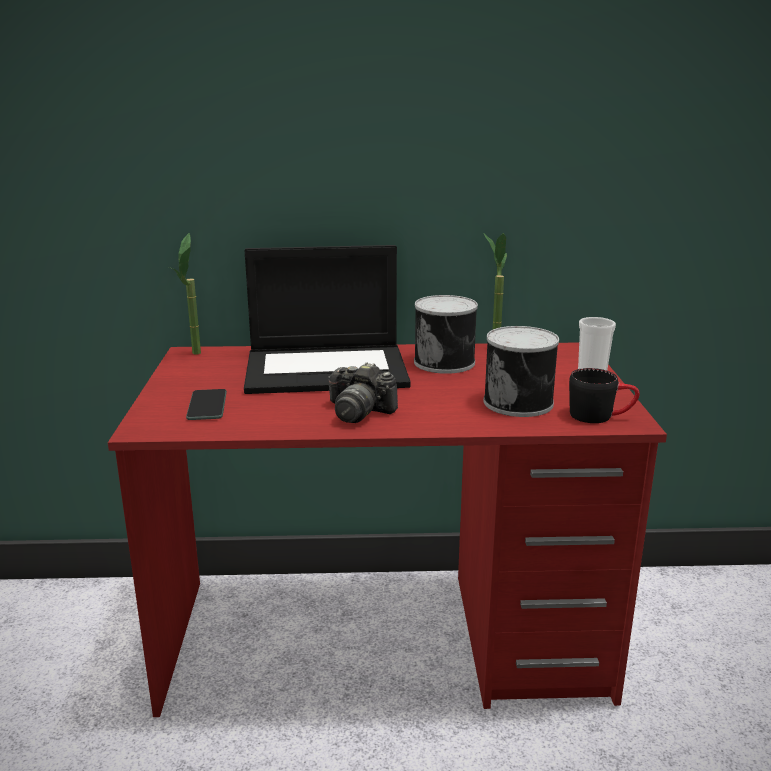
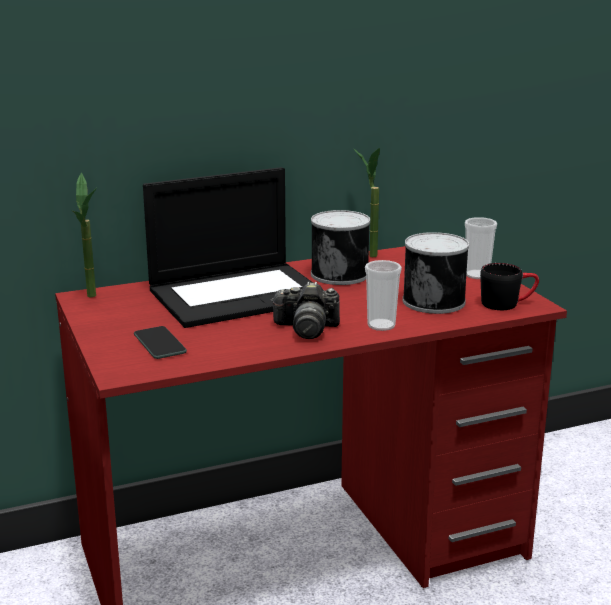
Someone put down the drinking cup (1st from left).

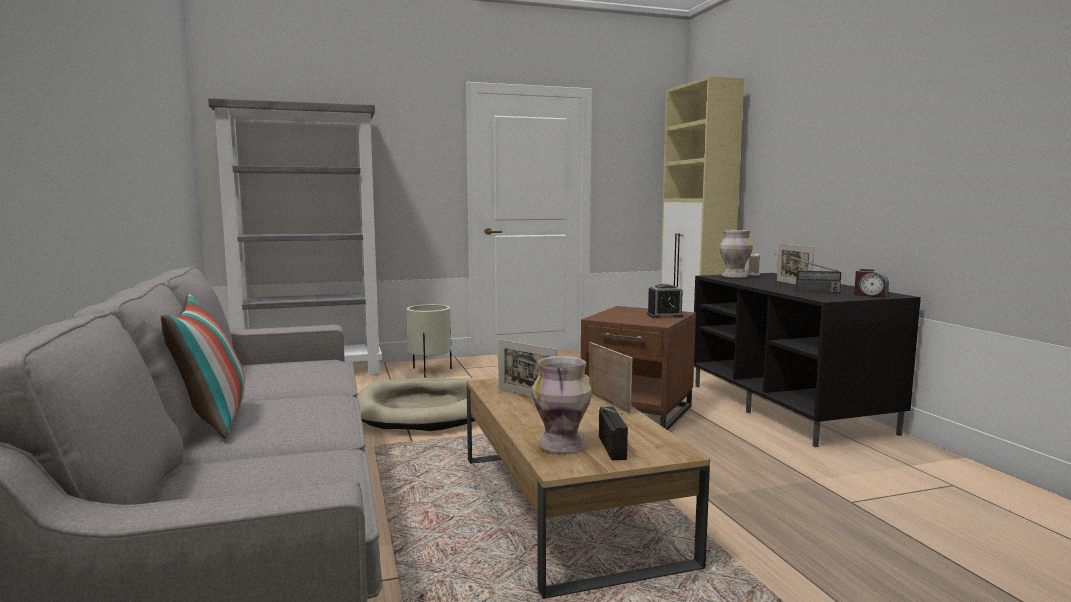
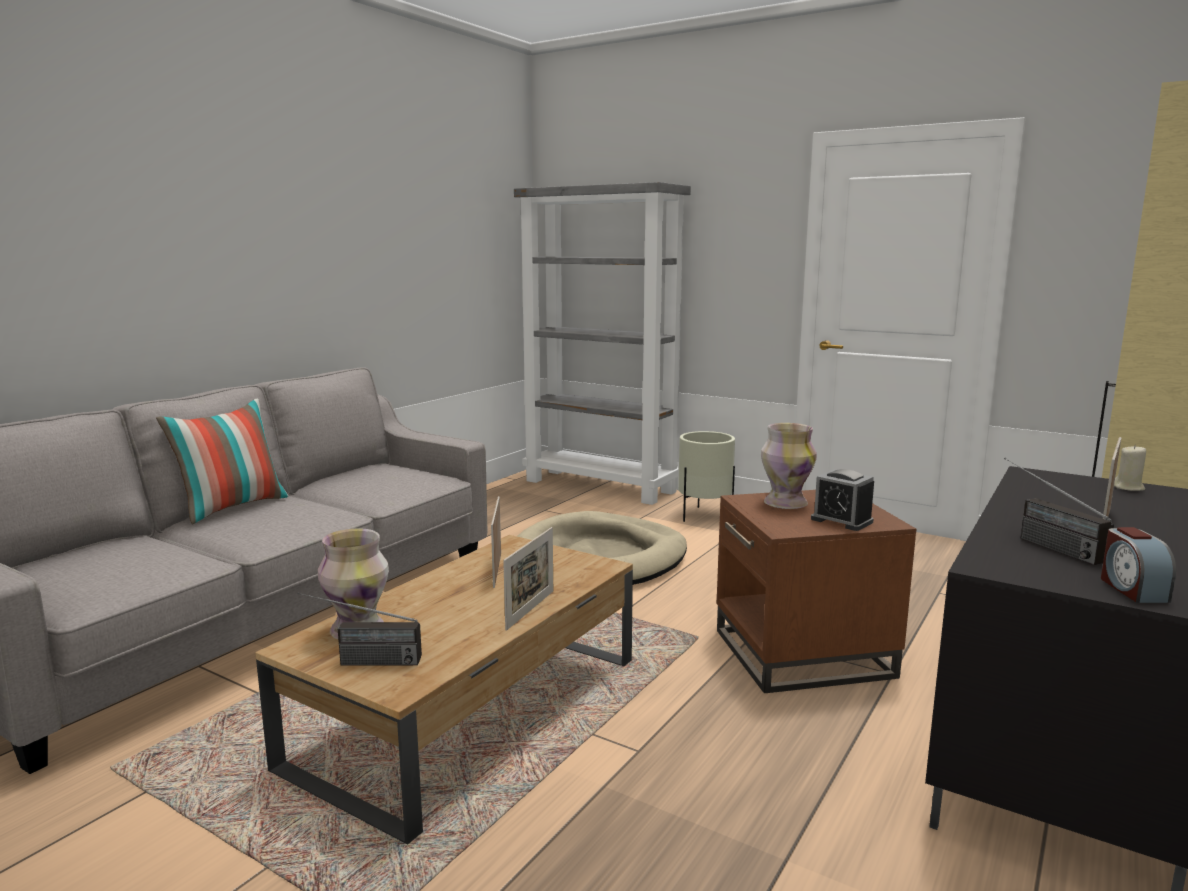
Someone rotated the radio (1st from left) by 45 degrees clockwise.
Someone carried the flower vase (2nd from left).

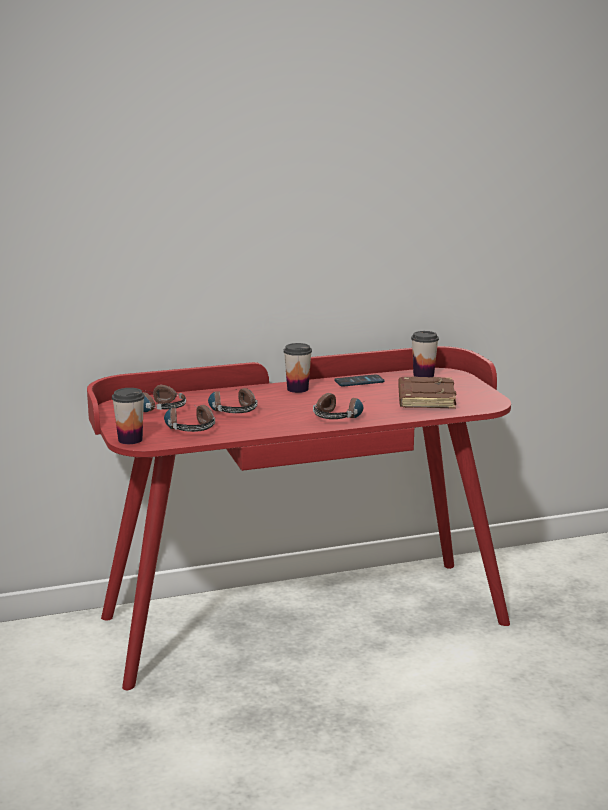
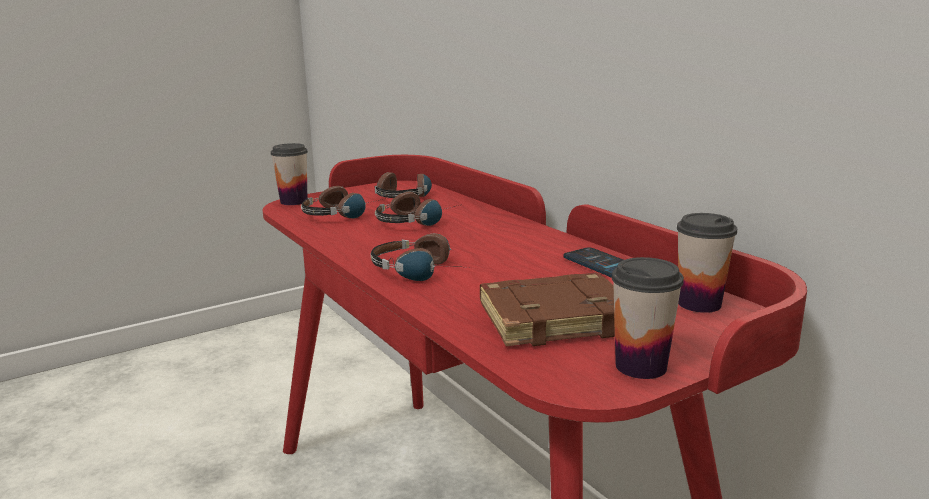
Someone carried the drinking cup (2nd from left).

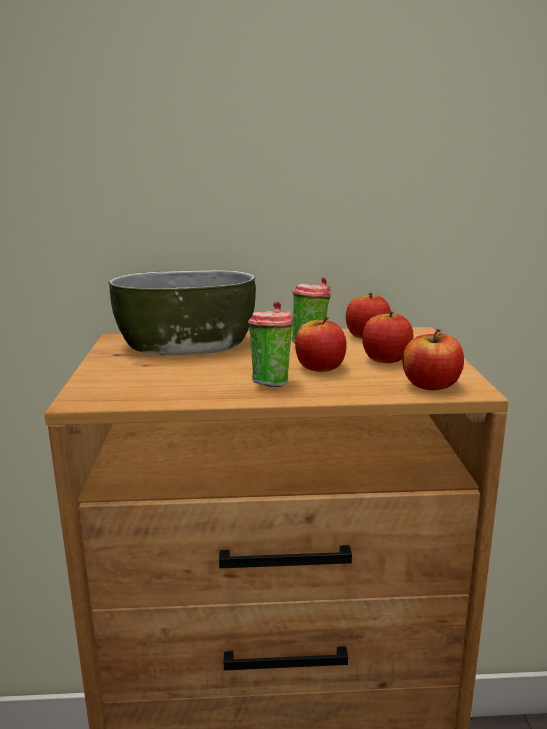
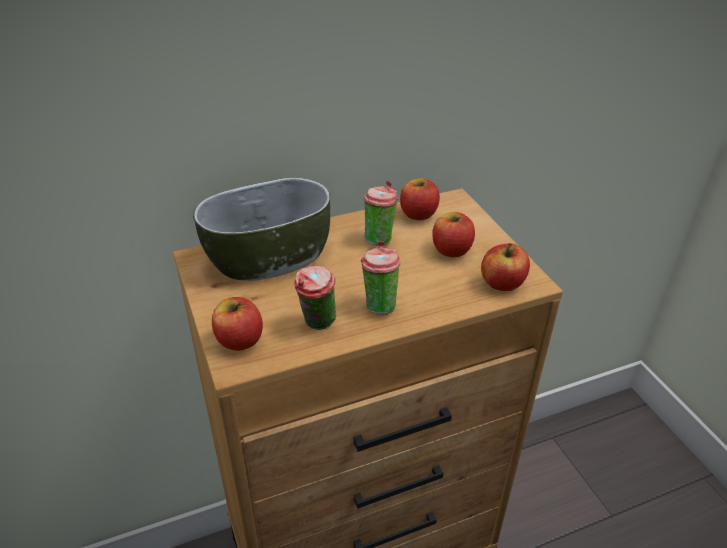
Someone carried the apple (1st from left).
Someone put down the drinking cup (1st from left).

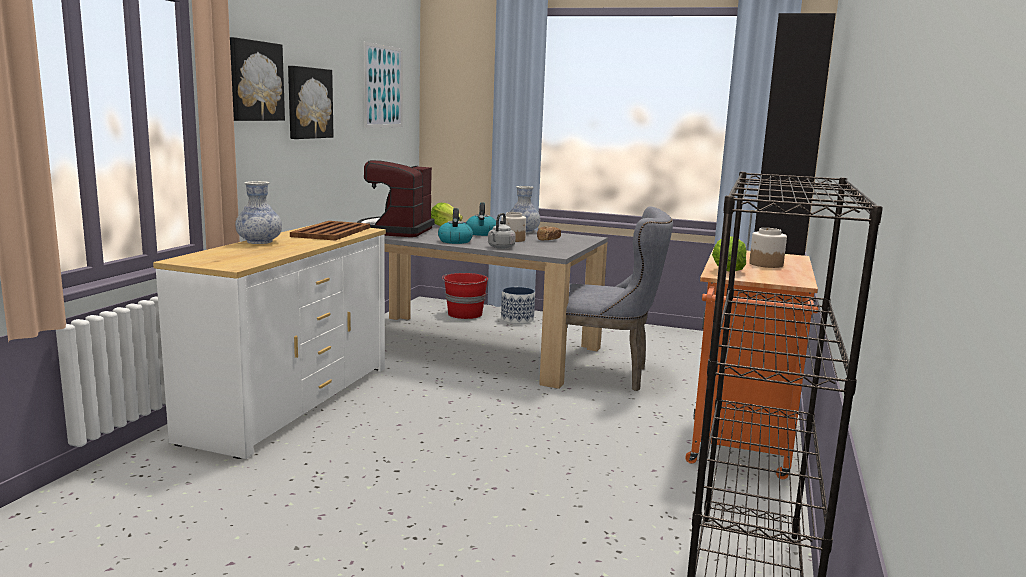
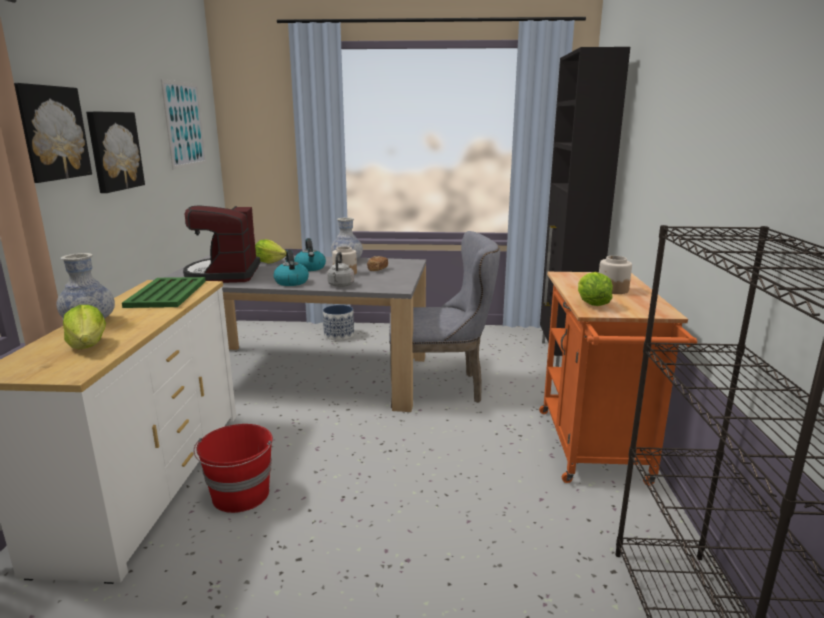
Someone put down the head of lettuce (1st from left).
Someone repainted the serving tray/brown-coloured, which became the serving tray/green-coloured.
Someone carried the water bucket/red-coloured.

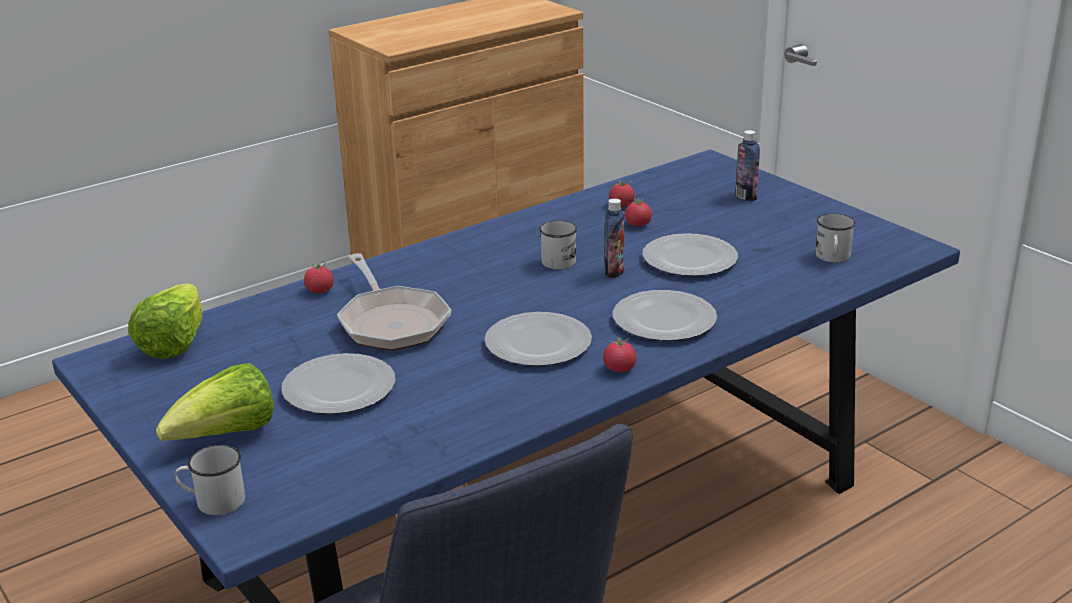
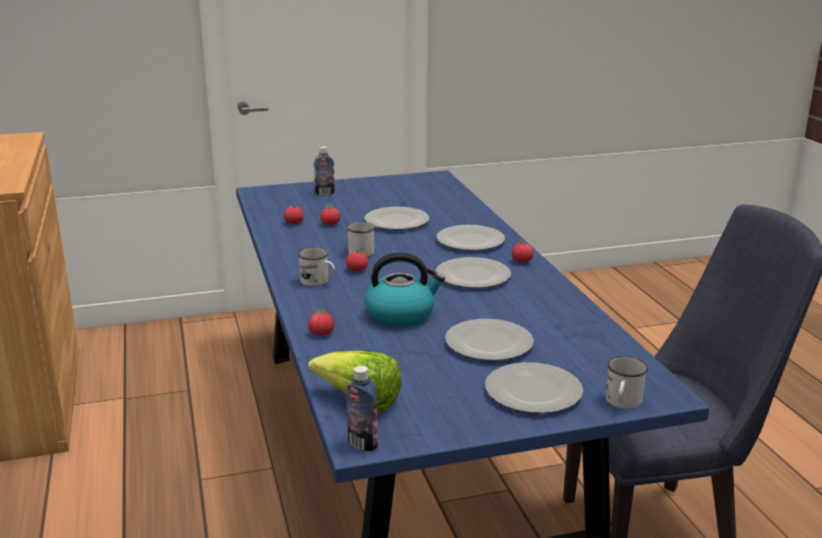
Someone carried the mug/white (3rd from left in the first image).
Someone put down the whole tomato (4th from left).
Someone carried the beverage bottle (1st from left in the first image).
Someone swapped the skillet for the water kettle.
Someone swapped the head of lettuce (2nd from left) for the flat dish (5th from left).

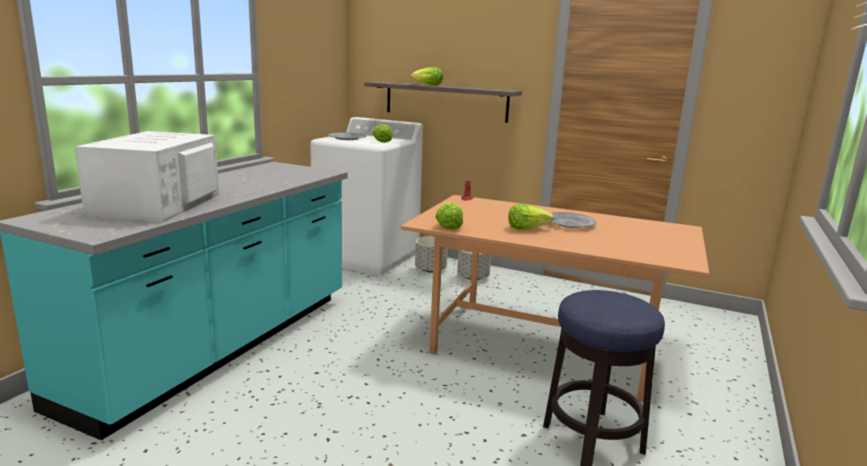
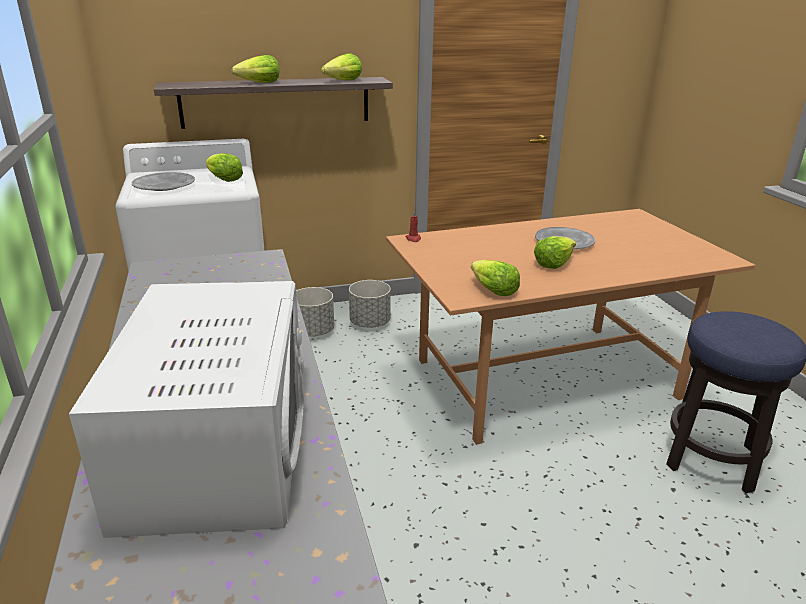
Someone rotated the microwave oven/white by 150 degrees counterclockwise.
Someone put down the head of lettuce (3rd from left).

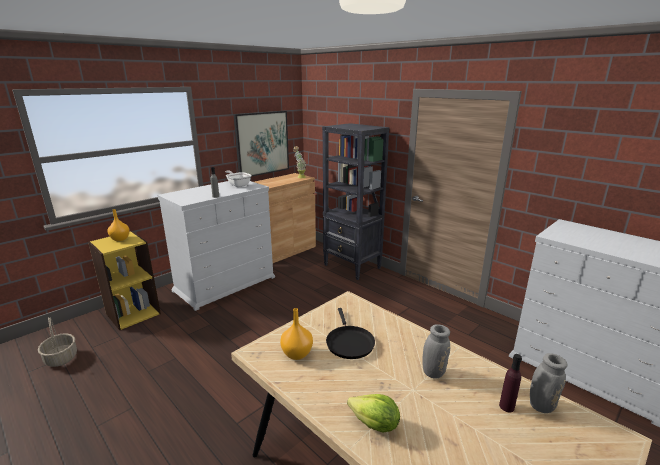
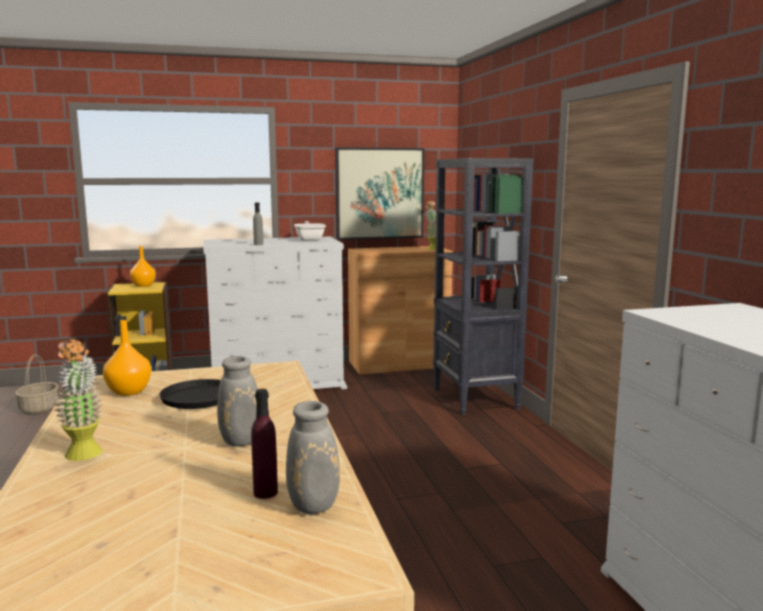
Someone swapped the head of lettuce for the plant in a pot (1st from left).

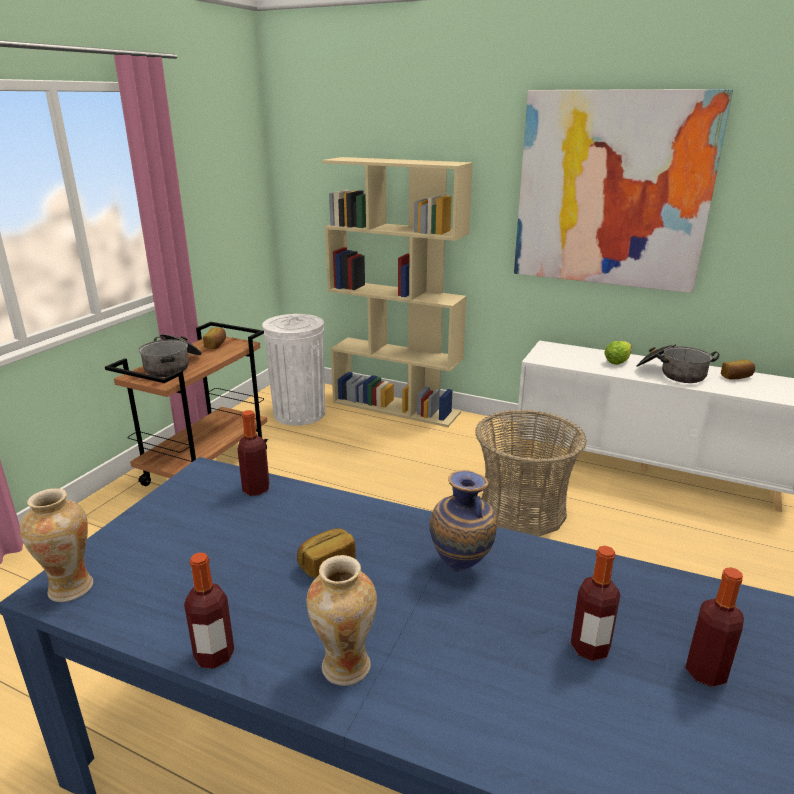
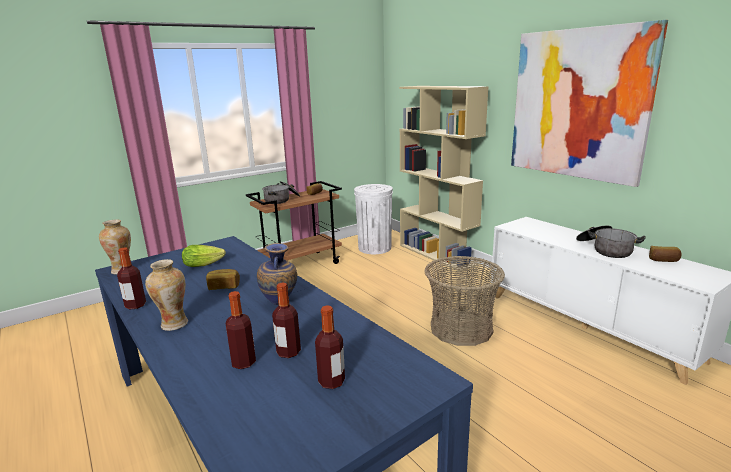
Someone carried the head of lettuce.
Someone carried the beverage bottle (2nd from left).

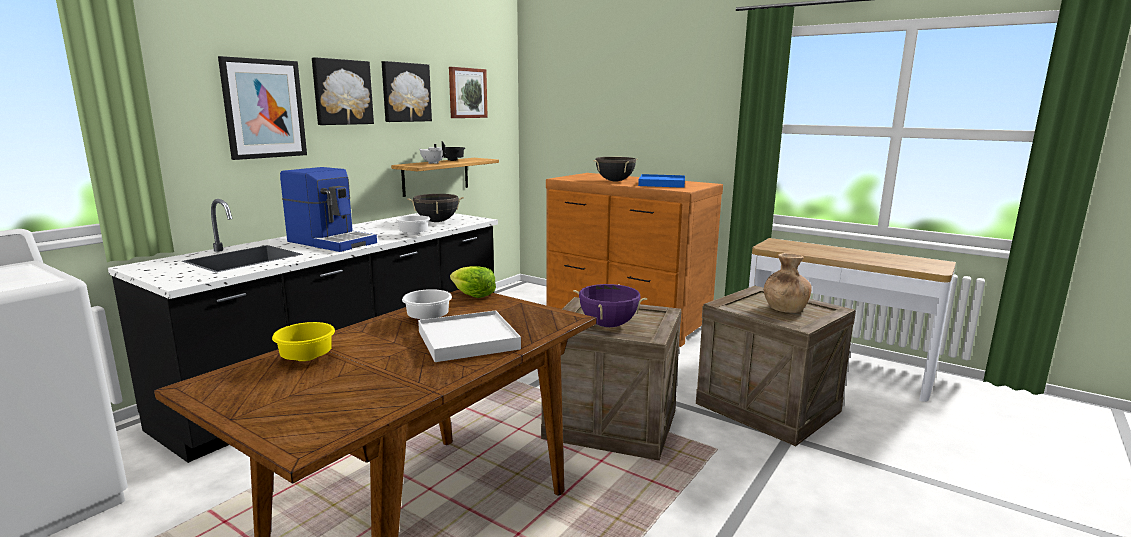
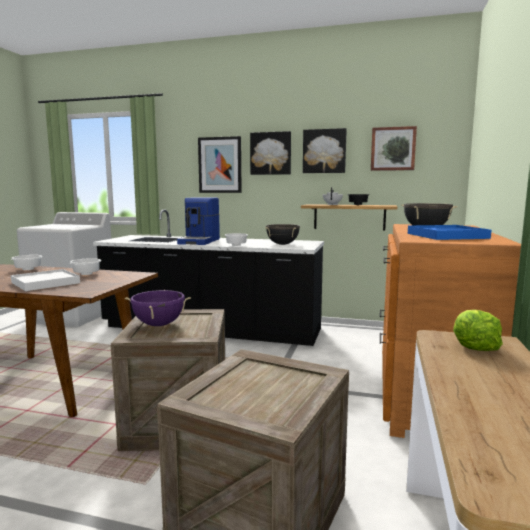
Someone repainted the bowl/yellow, which became the bowl/white (1st from left).
Someone carried the head of lettuce.
Someone took away the flower vase/brown-coloured.

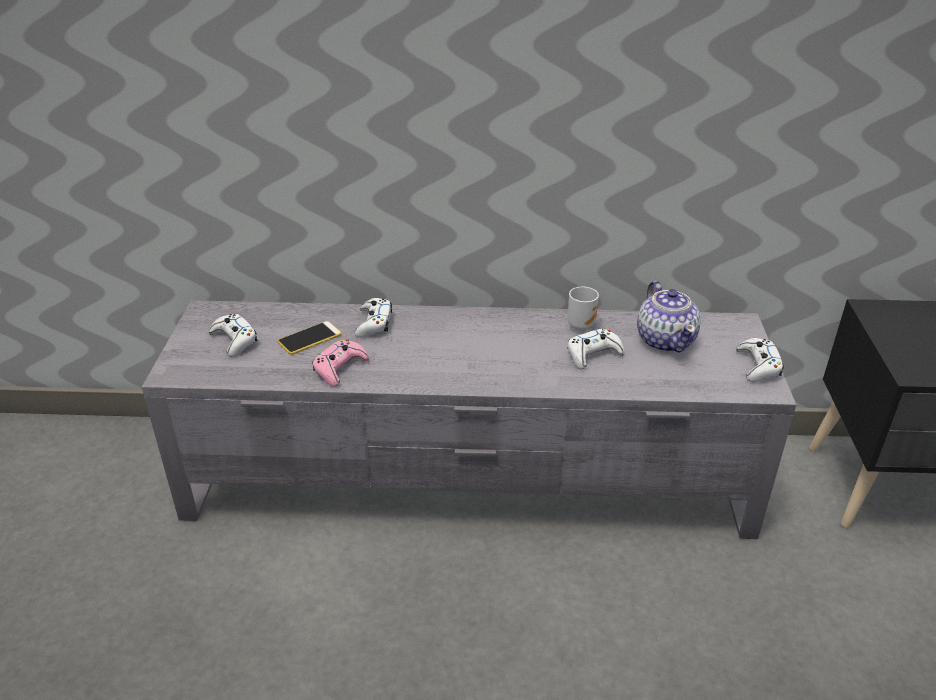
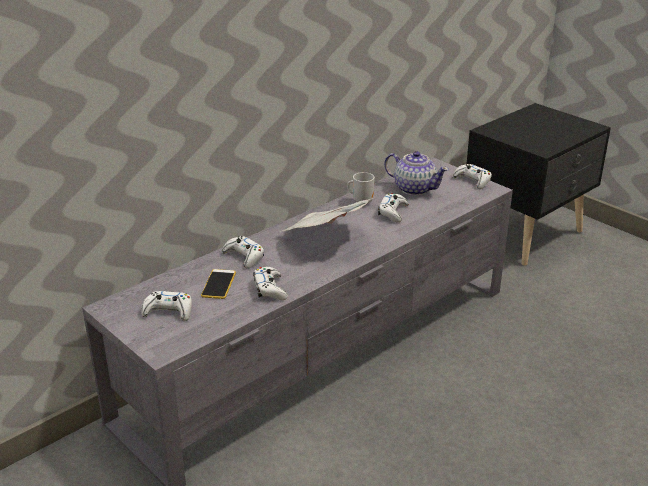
Someone repainted the gamepad/pink-coloured, which became the gamepad/white (3rd from left).
Someone put down the daily paper.

